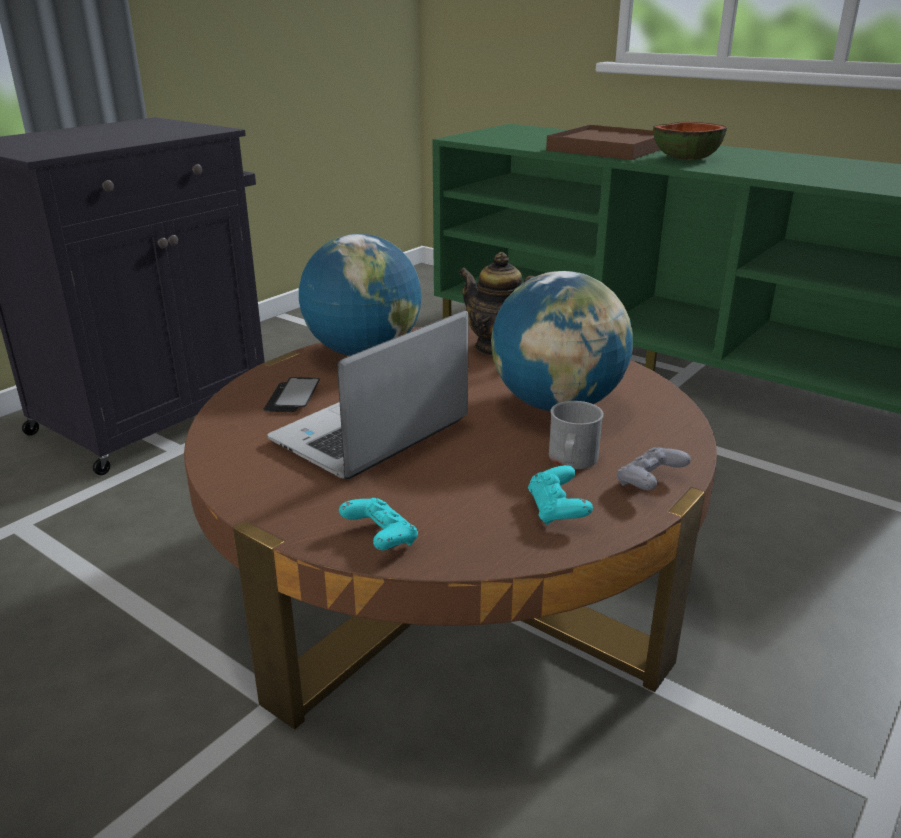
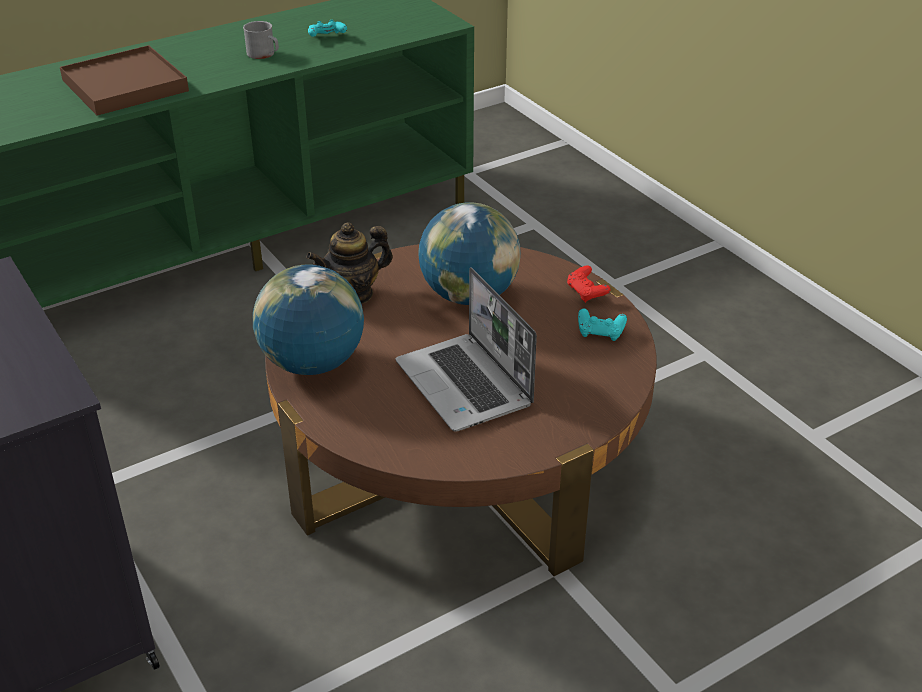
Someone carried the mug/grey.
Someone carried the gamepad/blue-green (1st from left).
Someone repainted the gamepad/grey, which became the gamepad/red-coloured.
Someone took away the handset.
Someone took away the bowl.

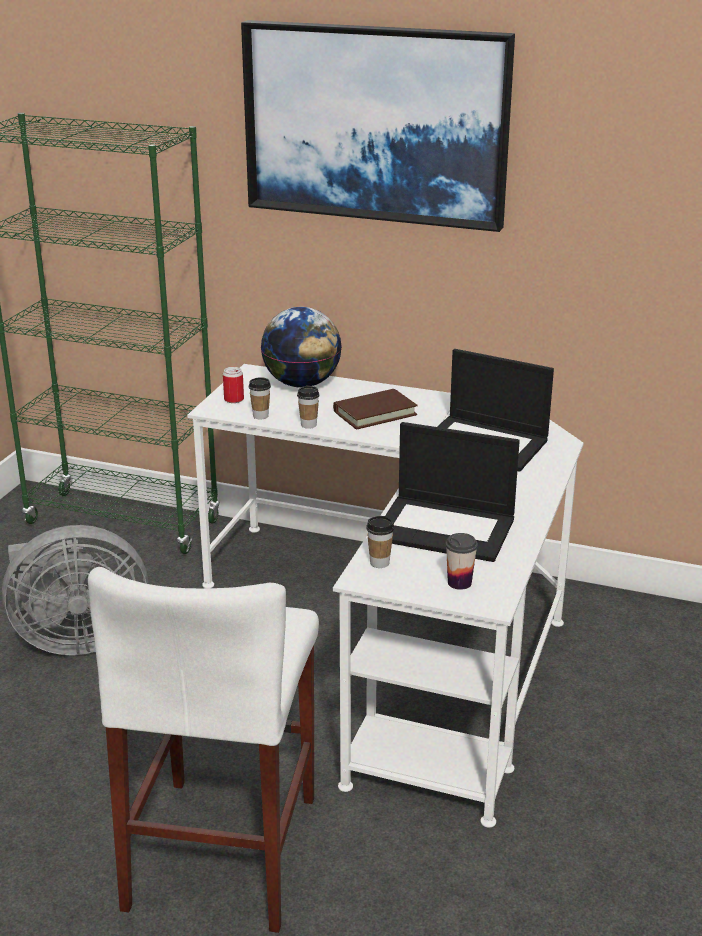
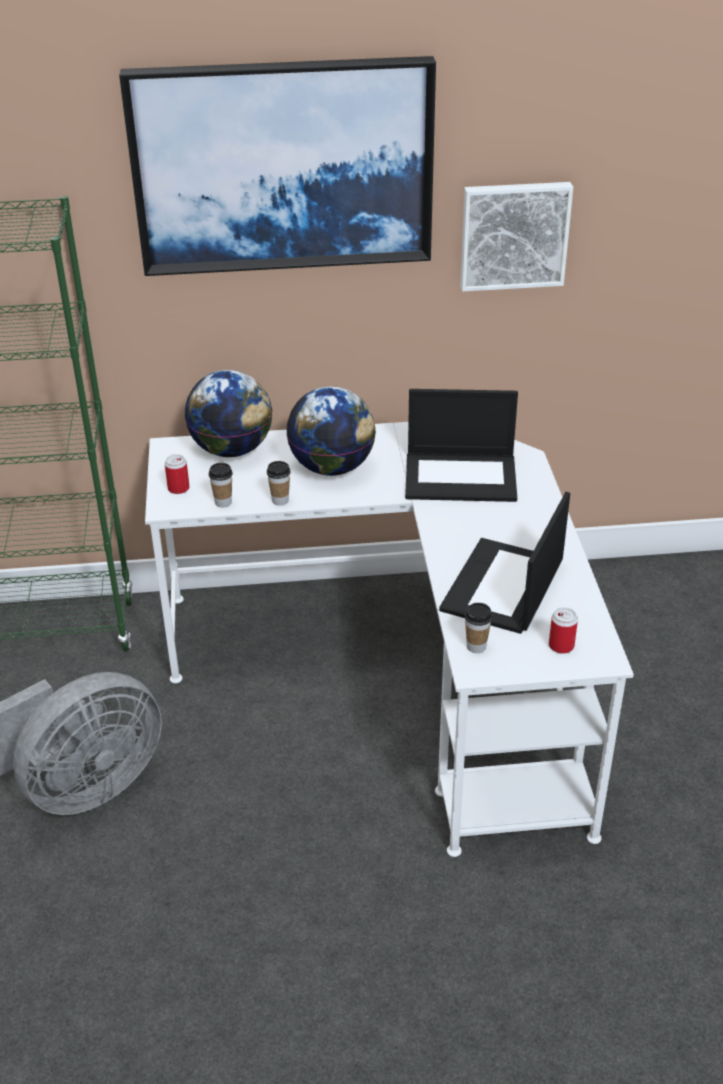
Someone swapped the bound book/brown-coloured for the globe (2nd from left).
Someone rotated the portable computer (1st from left in the first image) by 120 degrees clockwise.
Someone put up the picture (2nd from left).
Someone swapped the drinking cup (4th from left) for the metal can (2nd from left).
Someone took away the stool/white.

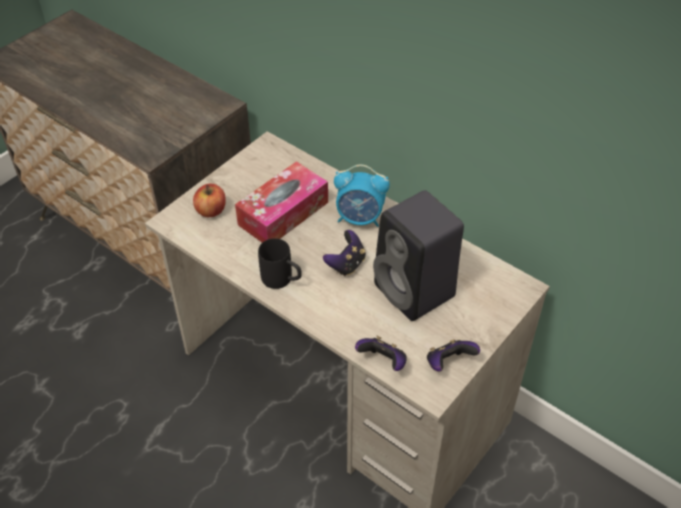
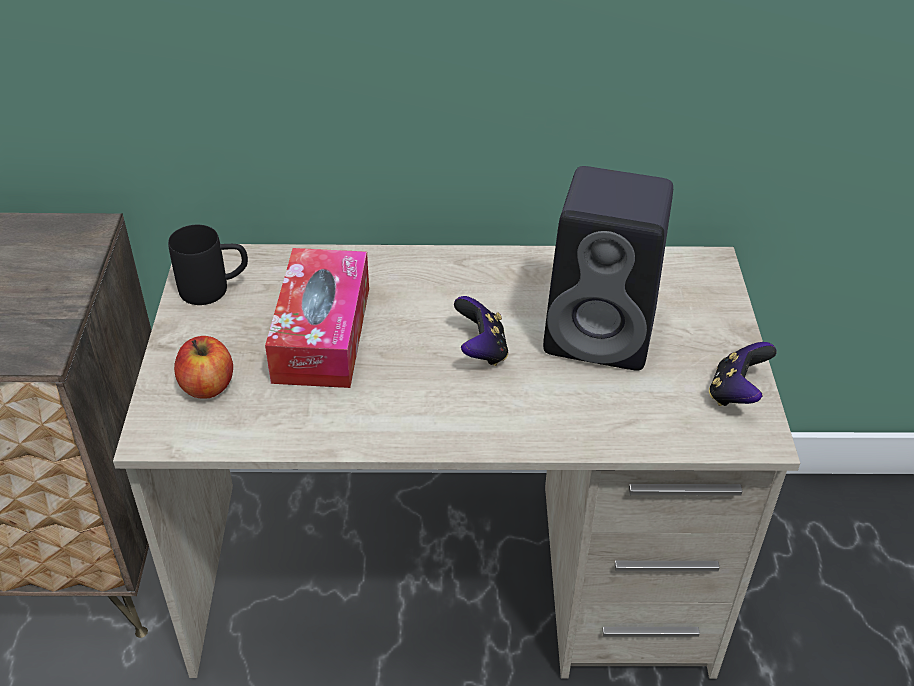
Someone carried the mug/blackish.
Someone took away the table clock.
Someone took away the gamepad (2nd from left).

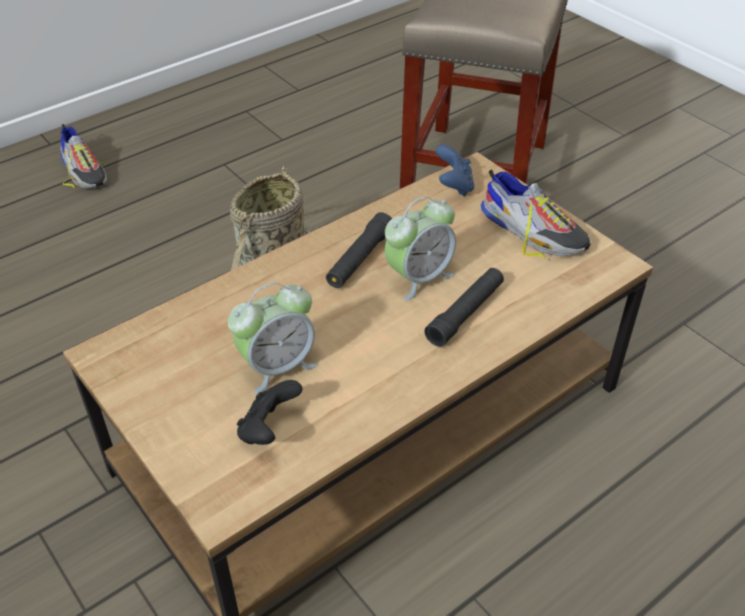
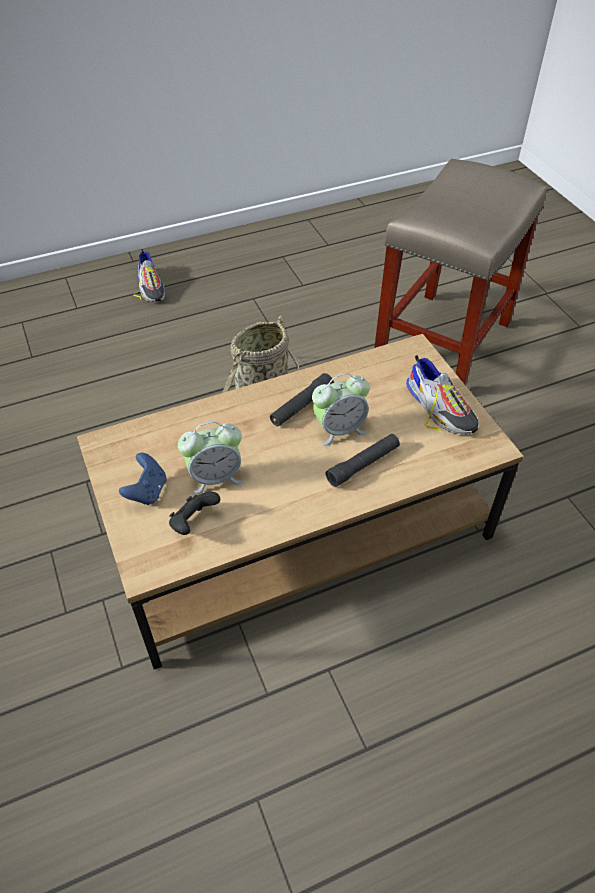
Someone carried the gamepad/bluish.

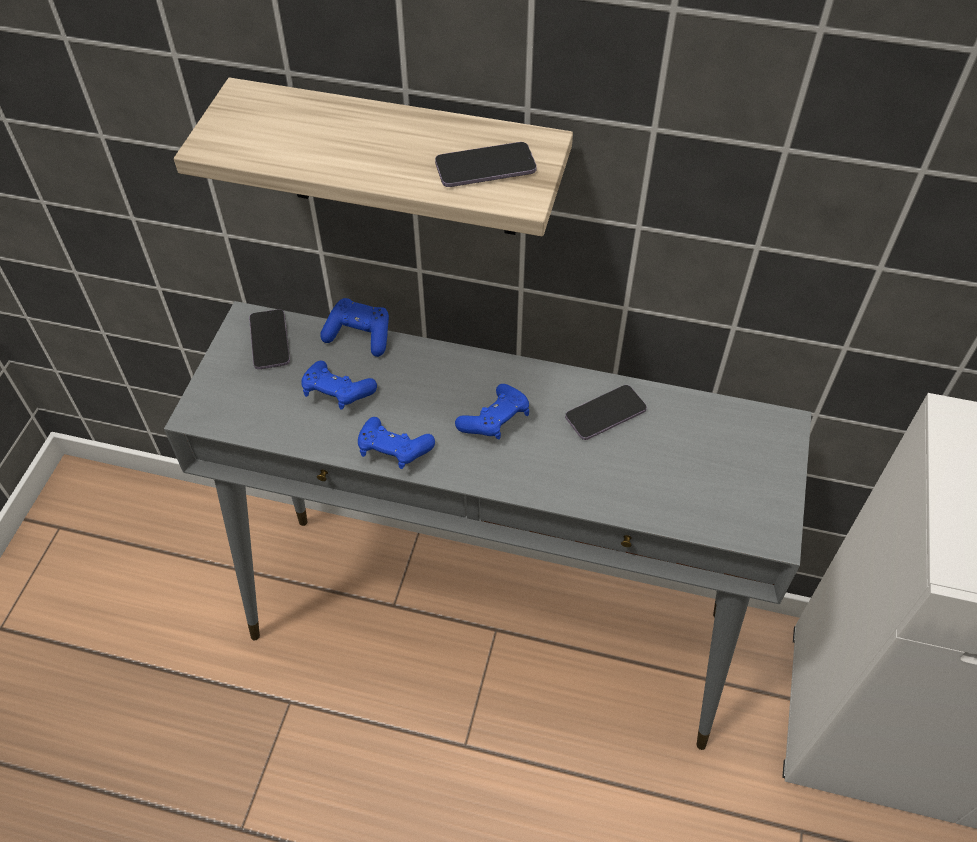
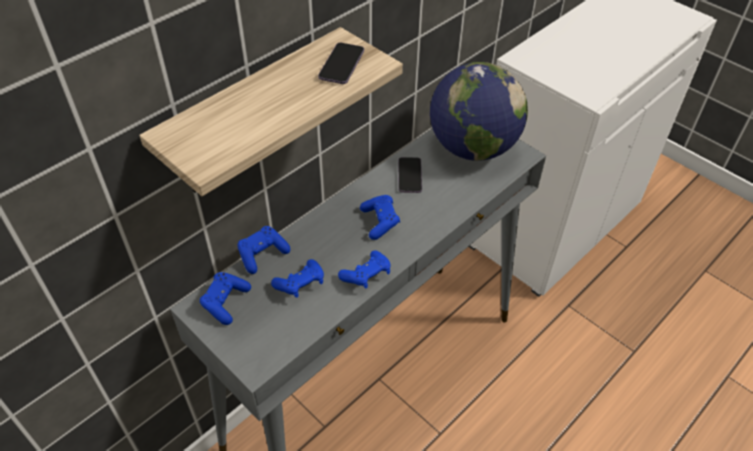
Someone swapped the handset (1st from left) for the gamepad/bluish (1st from left).
Someone put down the globe.

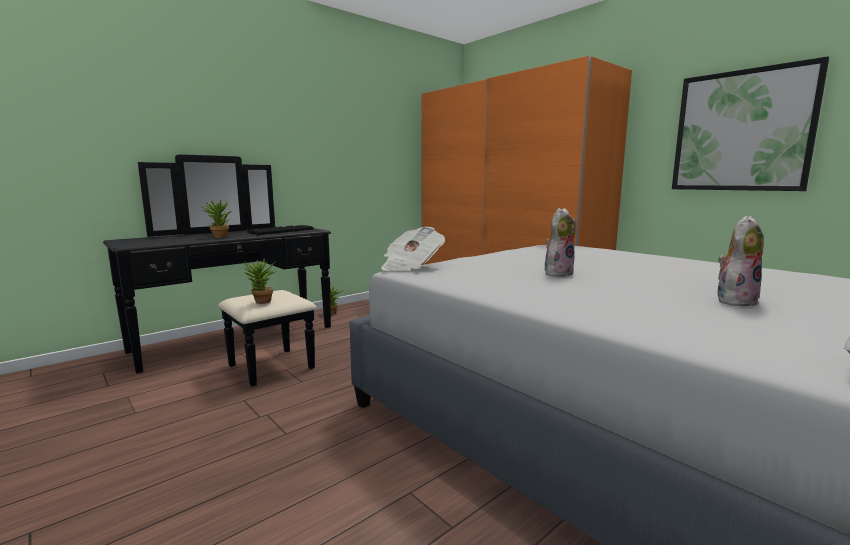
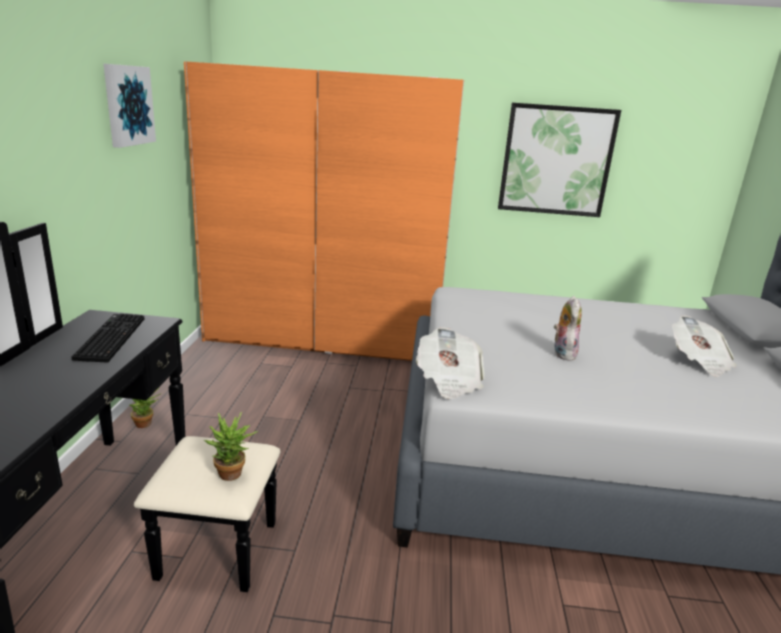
Someone put up the picture (1st from left).
Someone swapped the soft toy (2nd from left) for the daily paper (2nd from left).
Someone took away the plant in a pot (1st from left).

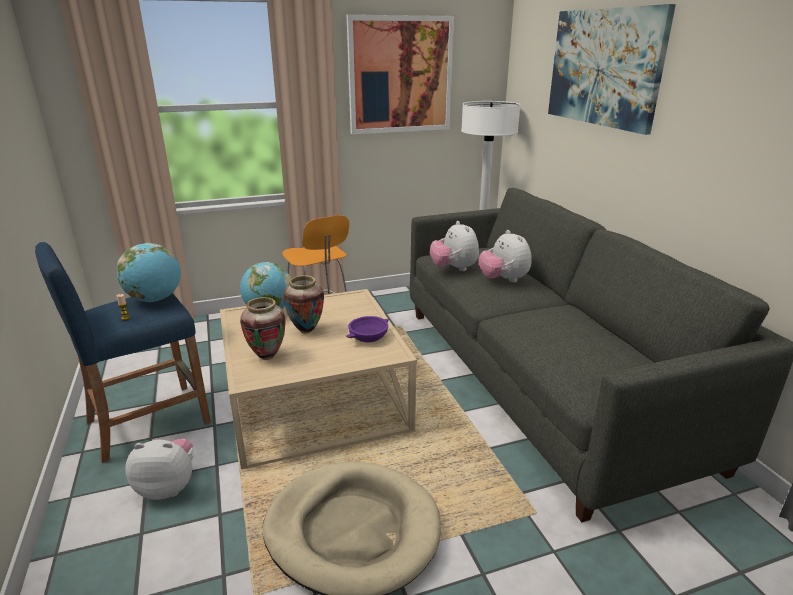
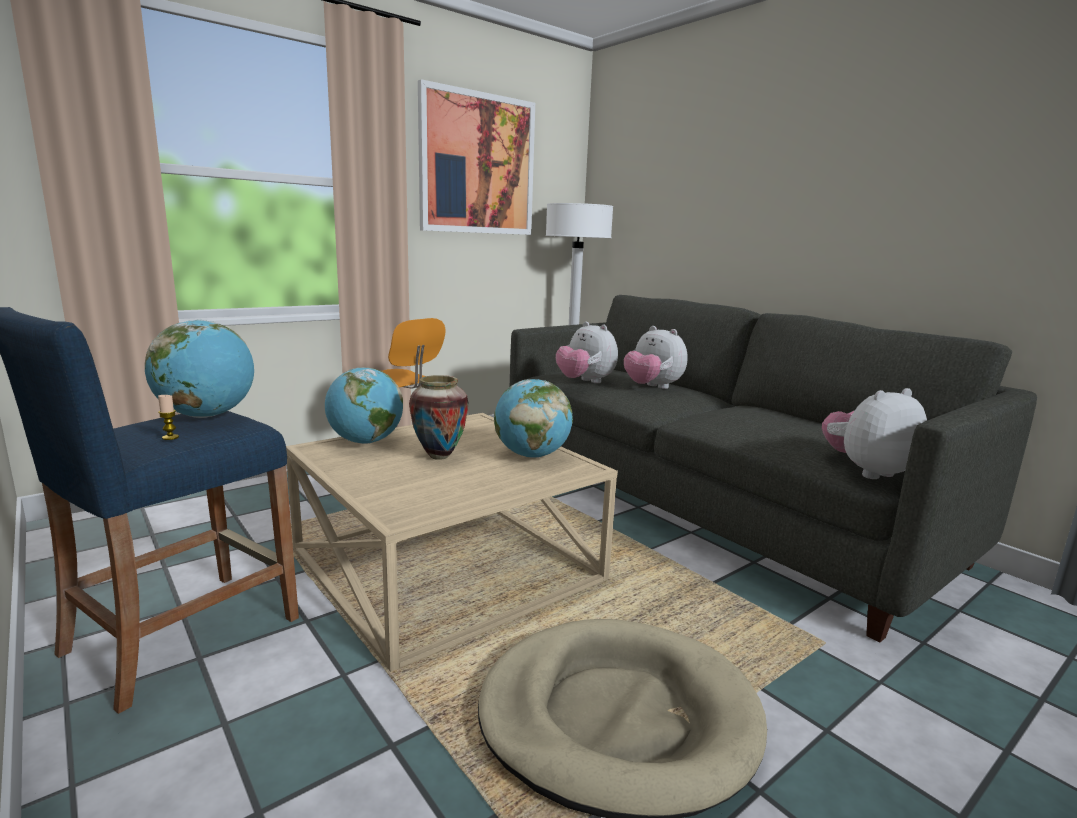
Someone swapped the bowl/purple for the globe (3rd from left).
Someone carried the soft toy (1st from left in the first image).
Someone took away the flower vase (1st from left).
Someone took away the picture (2nd from left).

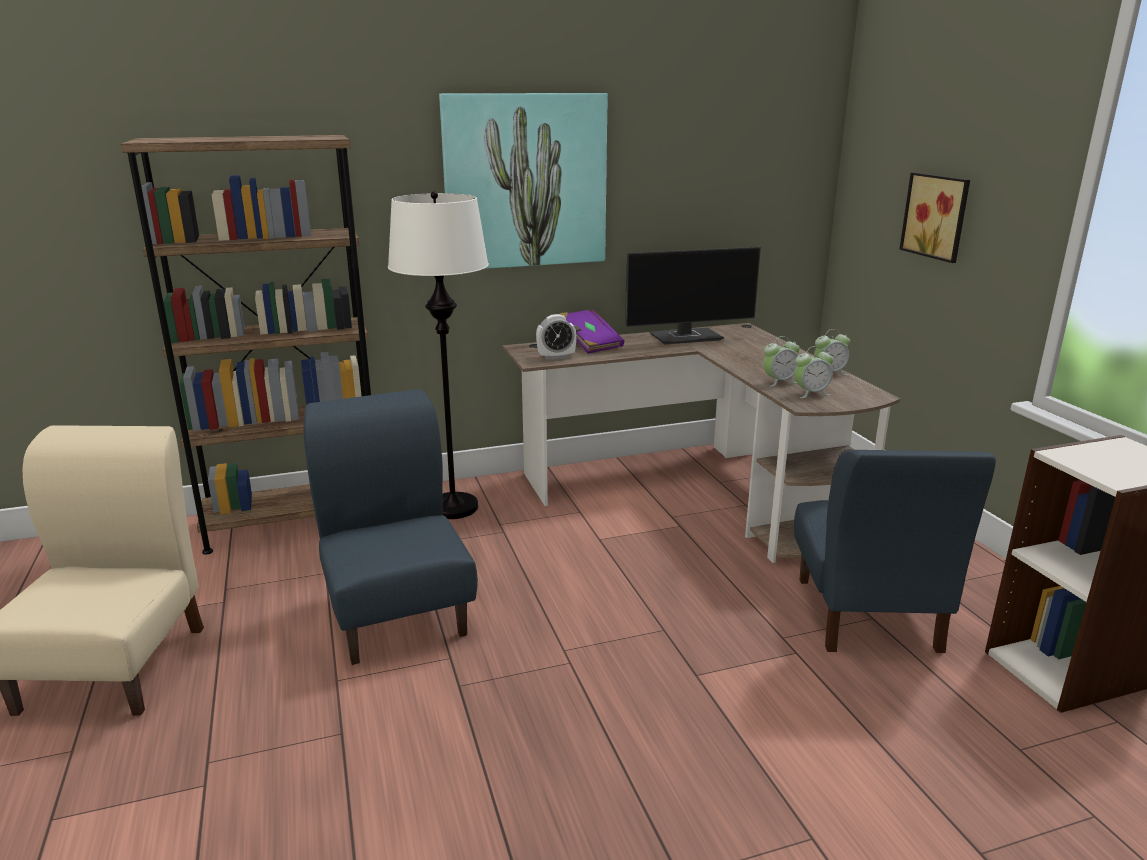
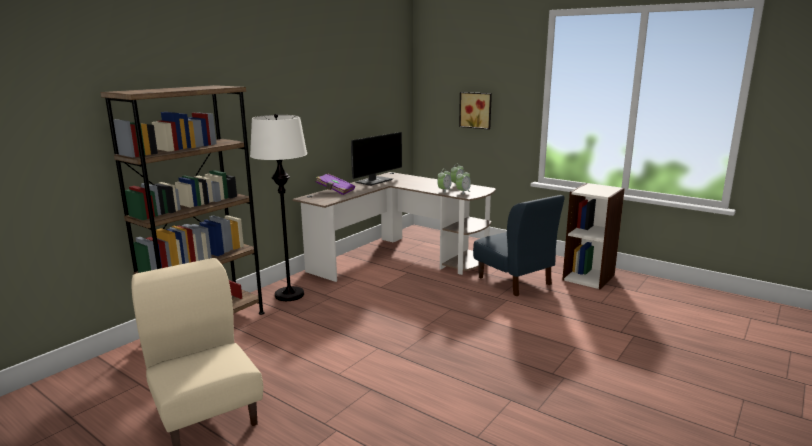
Someone took away the plain chair/bluish (1st from left).
Someone took away the picture (1st from left).
Someone took away the table clock (1st from left).

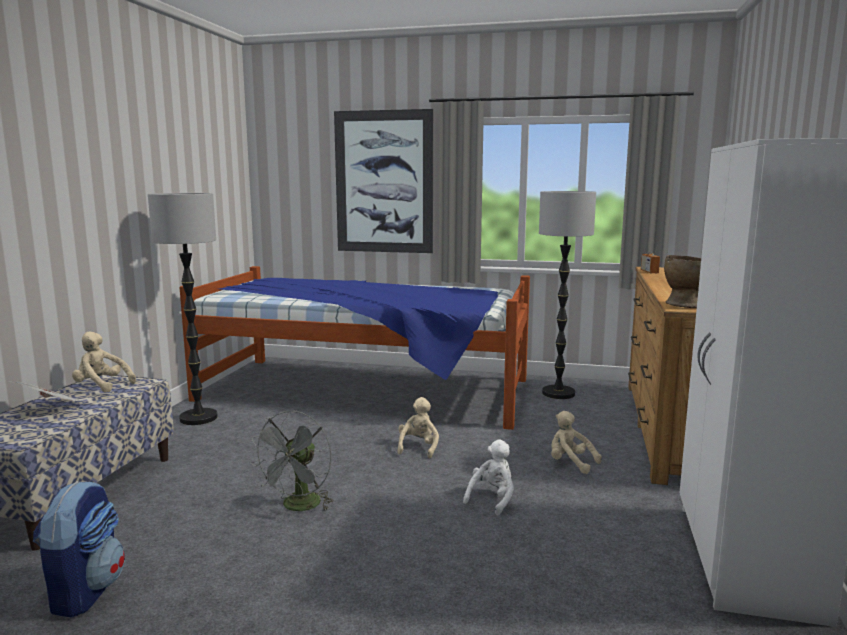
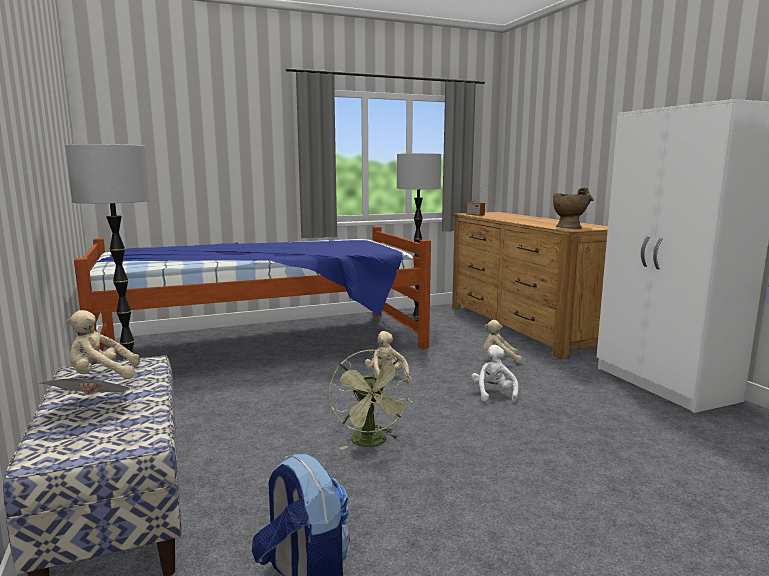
Someone repainted the fan/grey, which became the fan/green-coloured.
Someone took away the picture.

